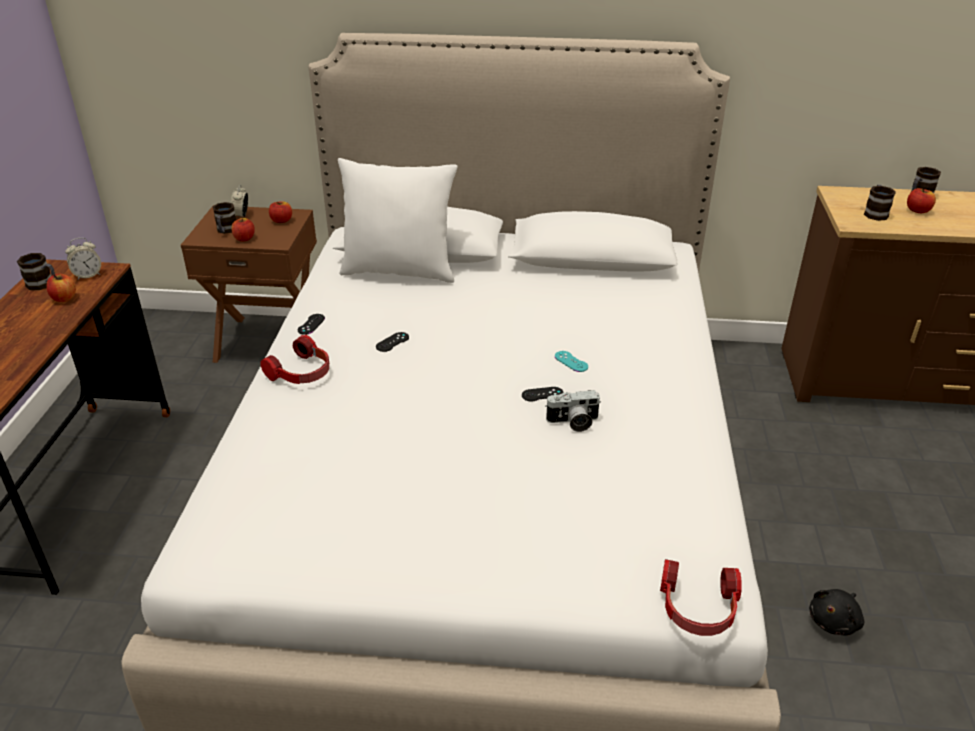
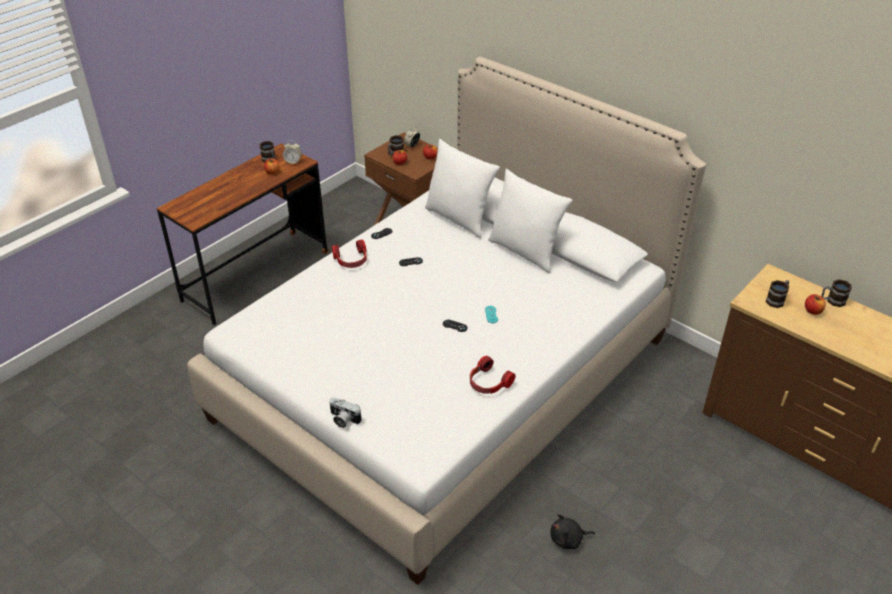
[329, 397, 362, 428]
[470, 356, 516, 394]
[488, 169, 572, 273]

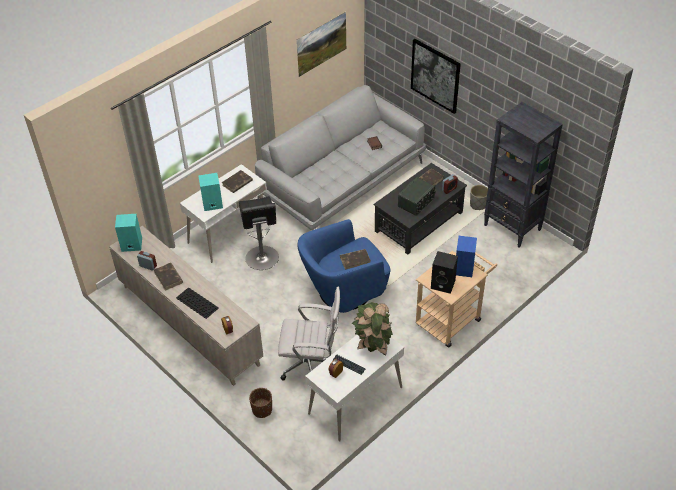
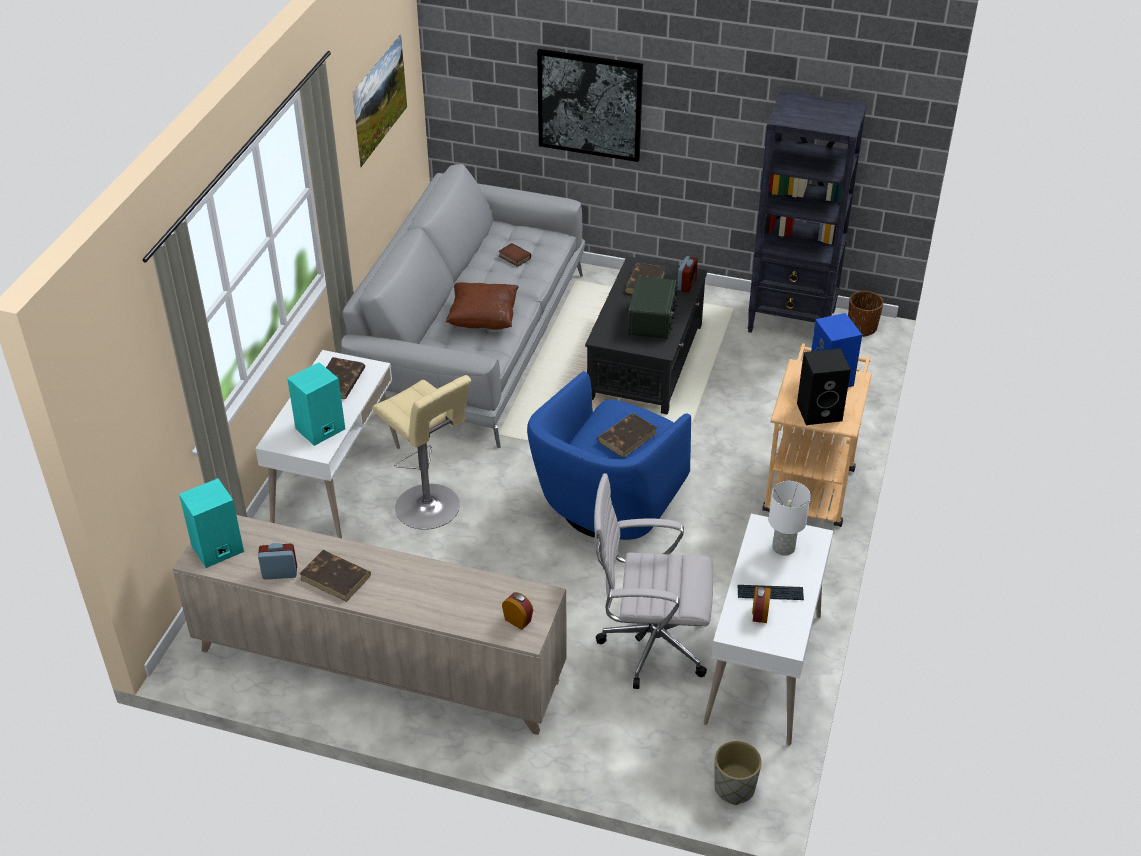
[714, 741, 761, 805]
[372, 375, 471, 530]
[176, 287, 219, 319] (first image)
[594, 473, 713, 689]
[769, 481, 811, 556]
[848, 291, 883, 337]
[446, 282, 518, 329]

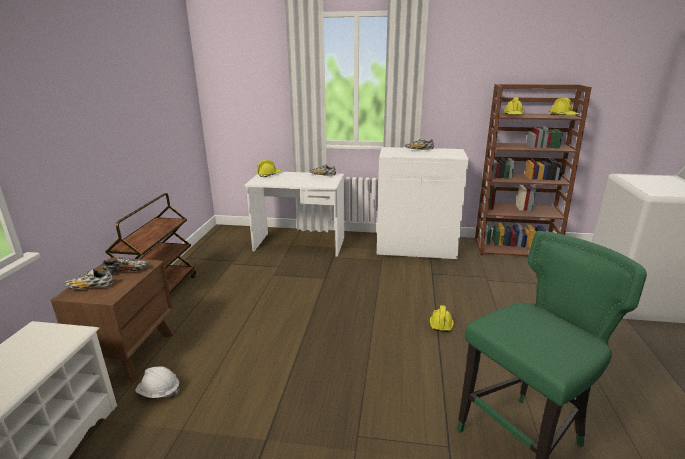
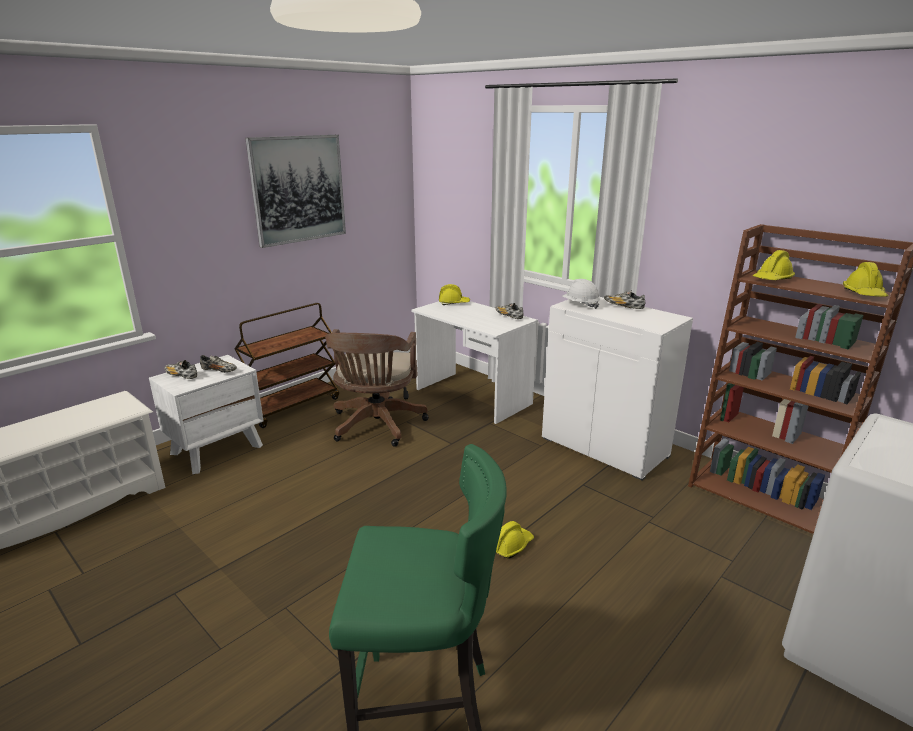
[149, 355, 263, 474]
[562, 279, 600, 309]
[245, 135, 346, 248]
[325, 329, 429, 447]

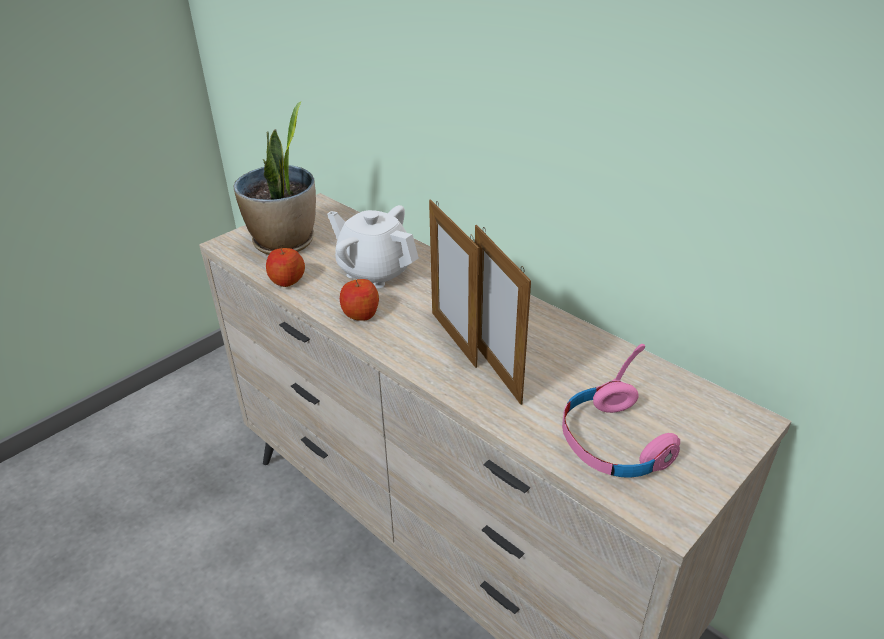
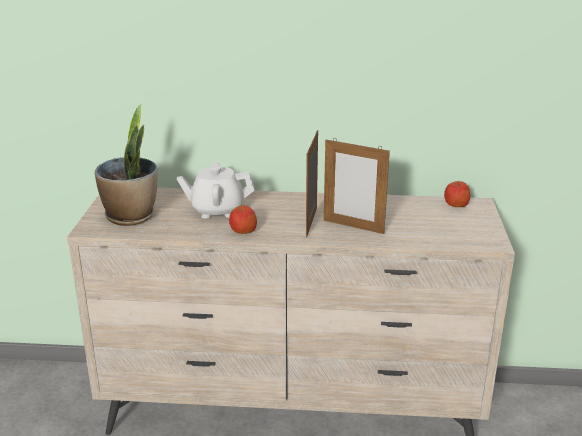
[306, 130, 318, 238]
[444, 181, 470, 207]
[562, 344, 680, 478] (first image)

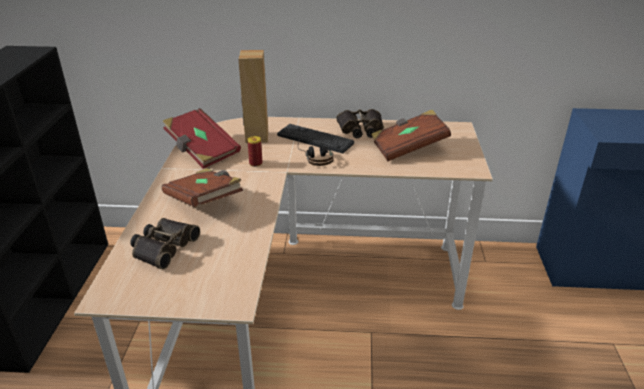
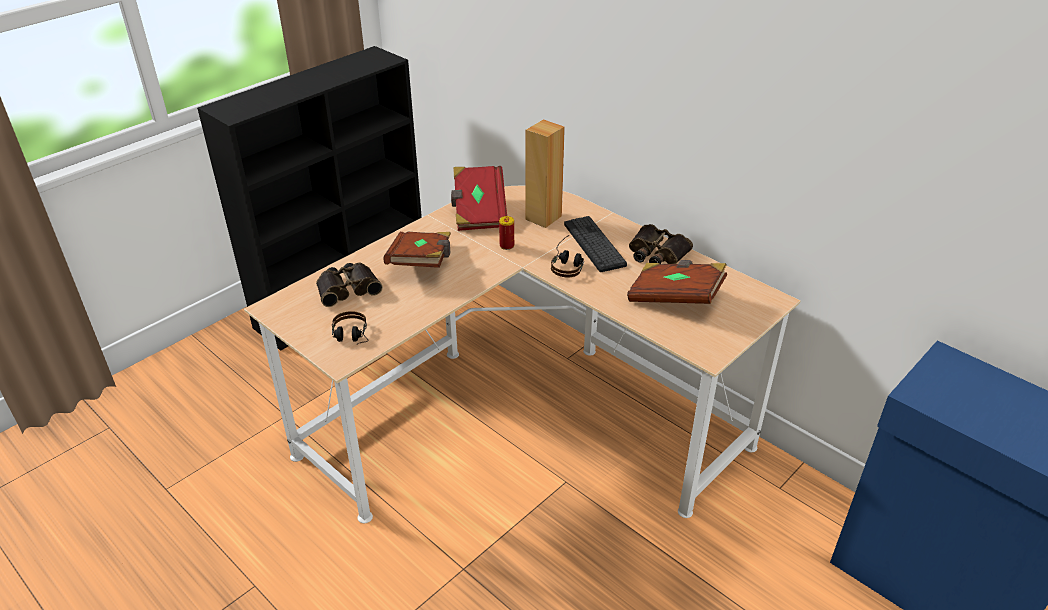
[332, 311, 368, 345]

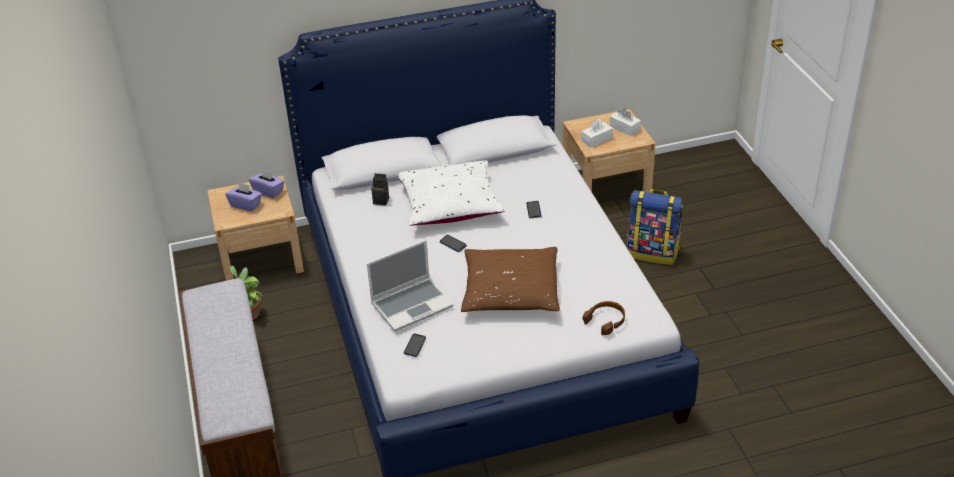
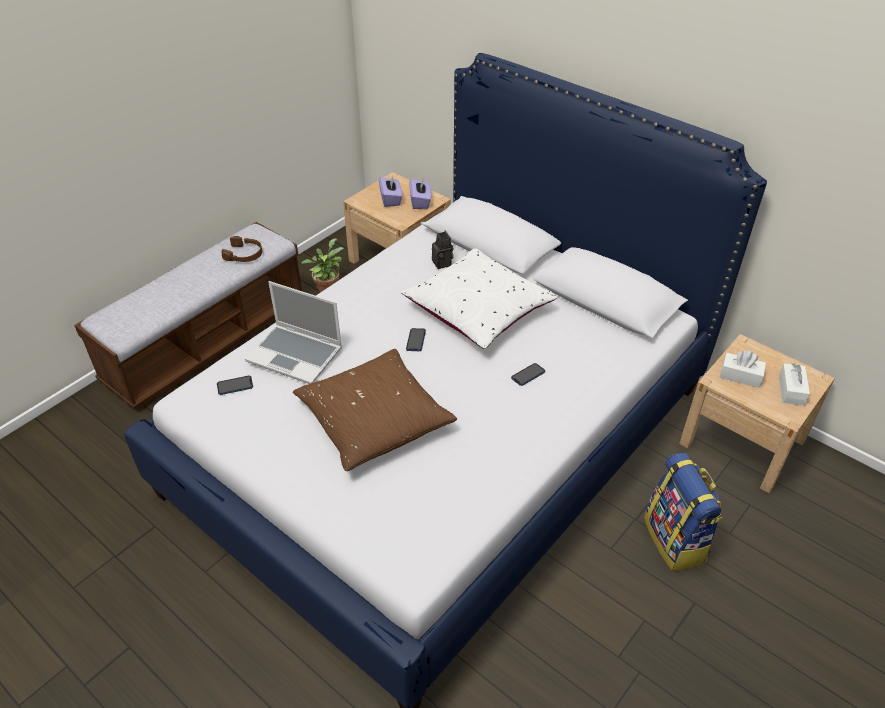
[221, 236, 262, 262]

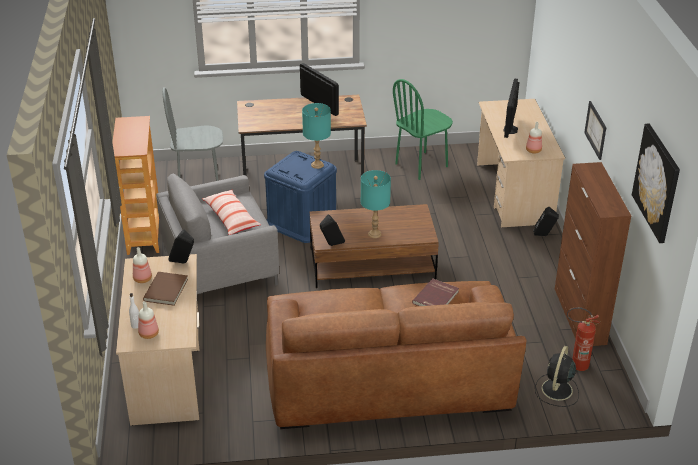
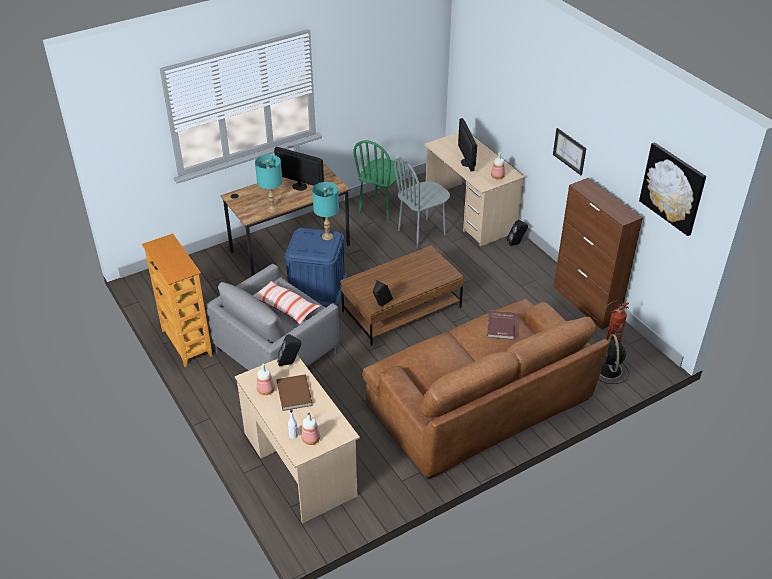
[394, 157, 450, 248]
[255, 154, 283, 213]

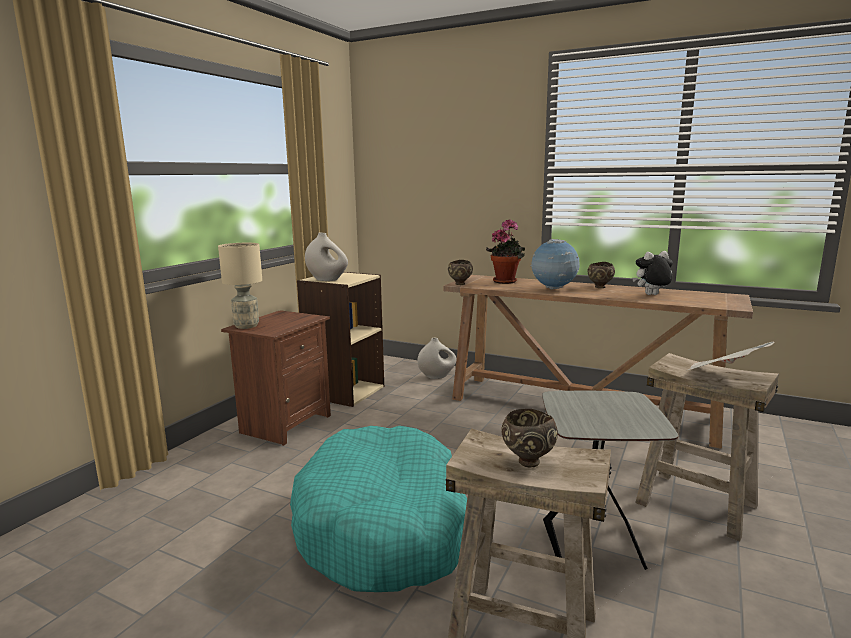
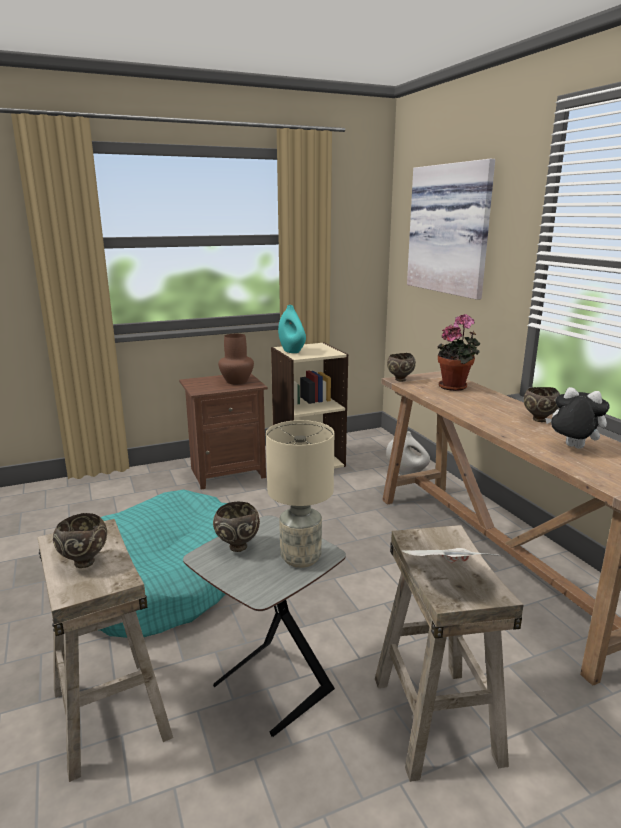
[278, 305, 306, 353]
[530, 239, 580, 290] (first image)
[266, 420, 334, 568]
[407, 159, 495, 300]
[218, 334, 254, 384]
[213, 502, 260, 552]

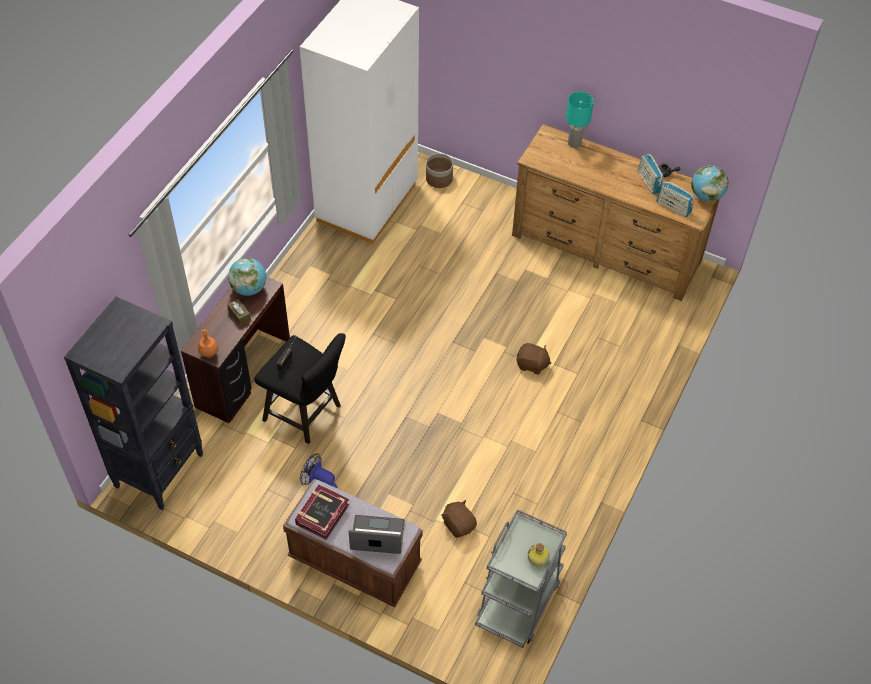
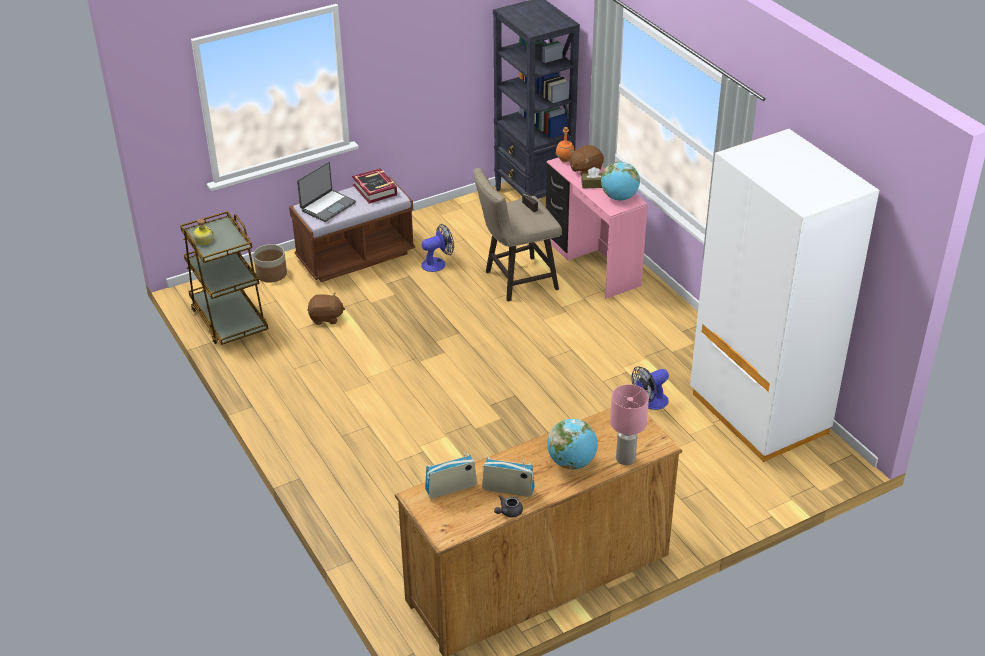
[610, 384, 649, 465]
[253, 244, 287, 283]
[547, 419, 598, 470]
[546, 158, 648, 299]
[473, 168, 562, 301]
[570, 145, 604, 176]
[180, 211, 268, 345]
[631, 366, 669, 410]

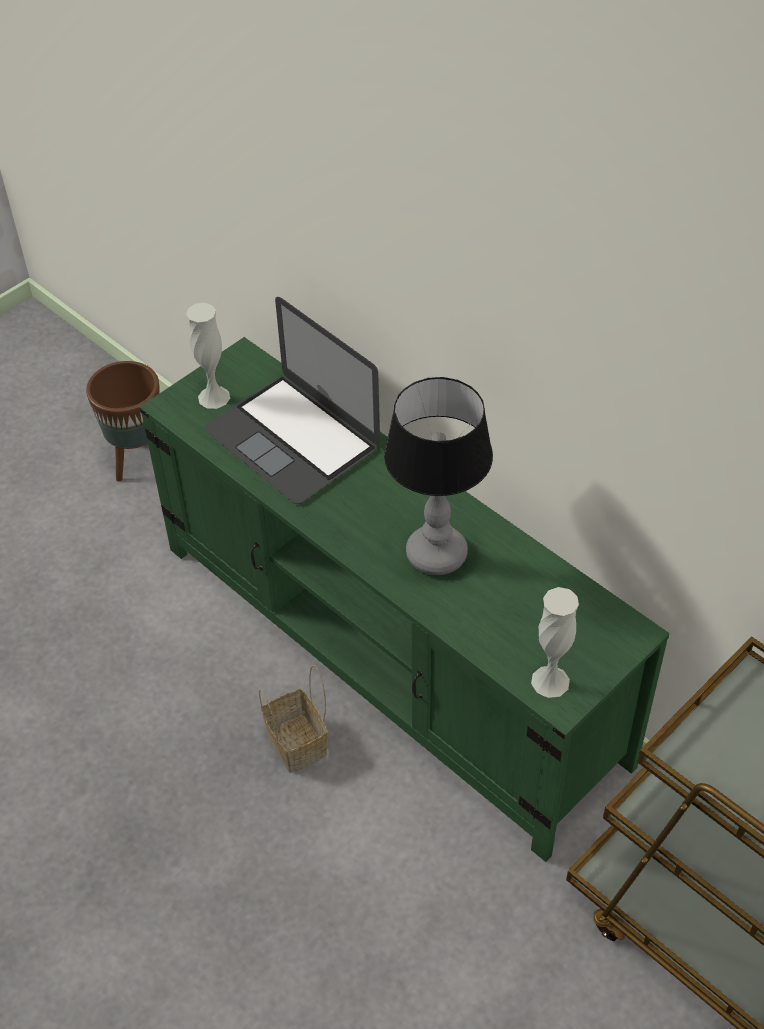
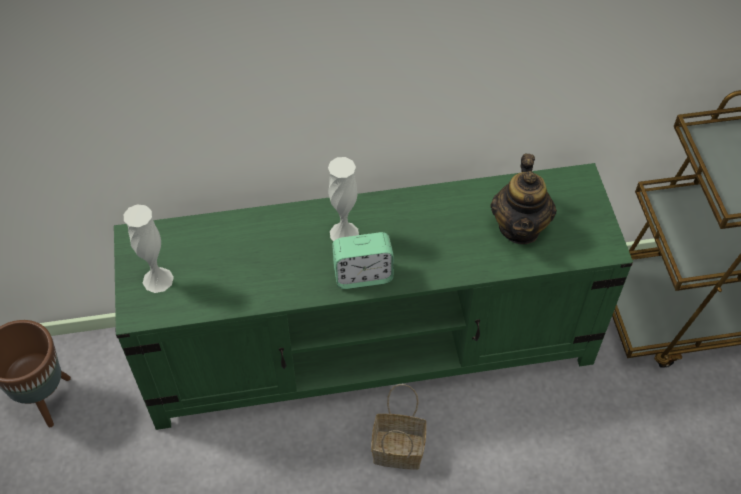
[204, 297, 380, 504] (first image)
[384, 377, 493, 575] (first image)
[328, 157, 359, 241]
[490, 153, 557, 244]
[332, 232, 394, 289]

